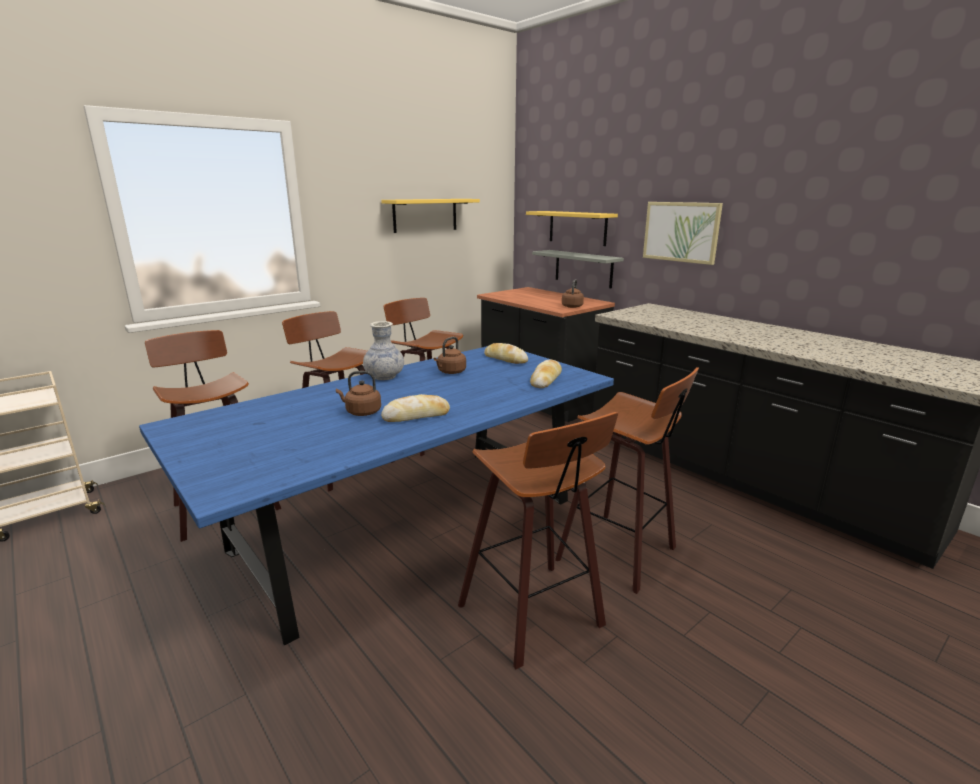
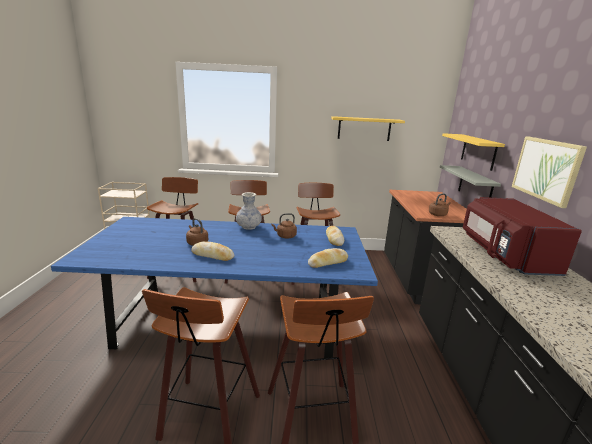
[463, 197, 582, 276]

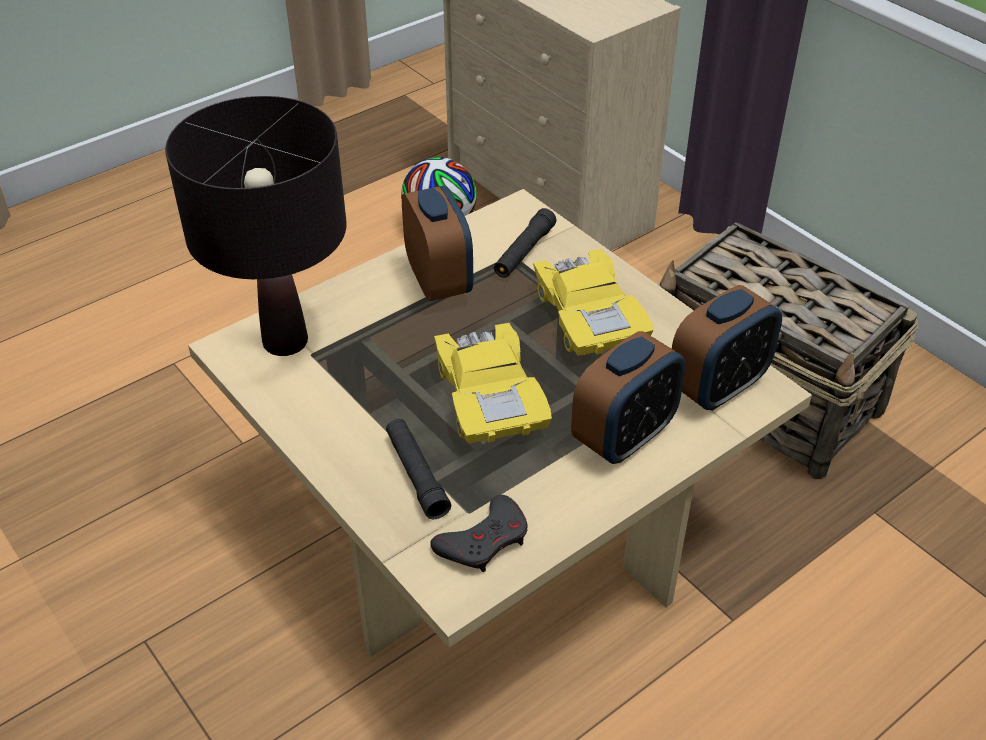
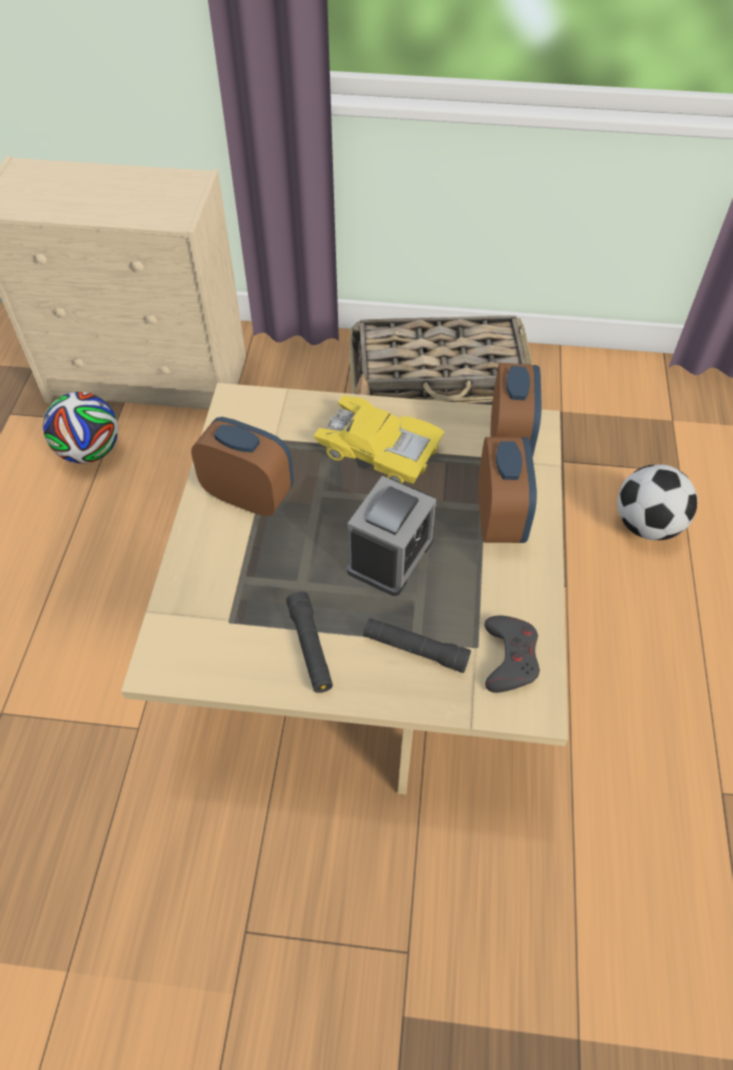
[165, 96, 346, 356] (first image)
[286, 591, 333, 693]
[347, 476, 436, 596]
[617, 464, 698, 540]

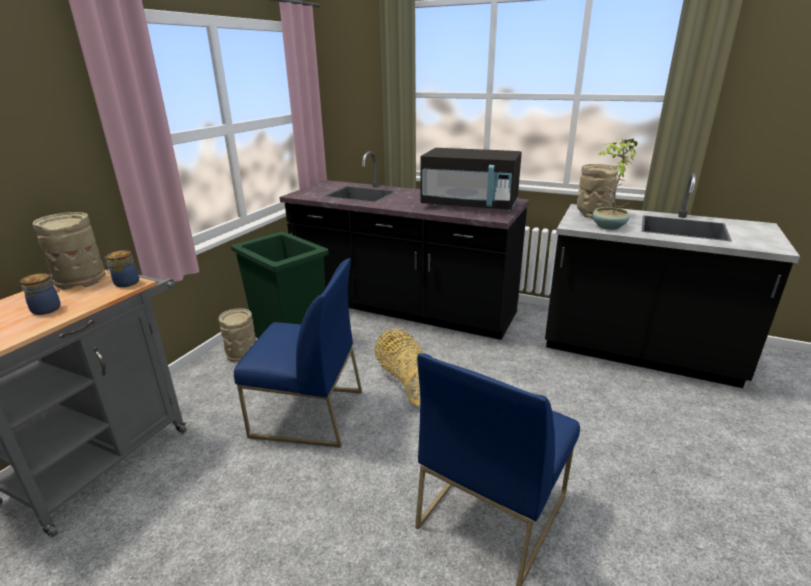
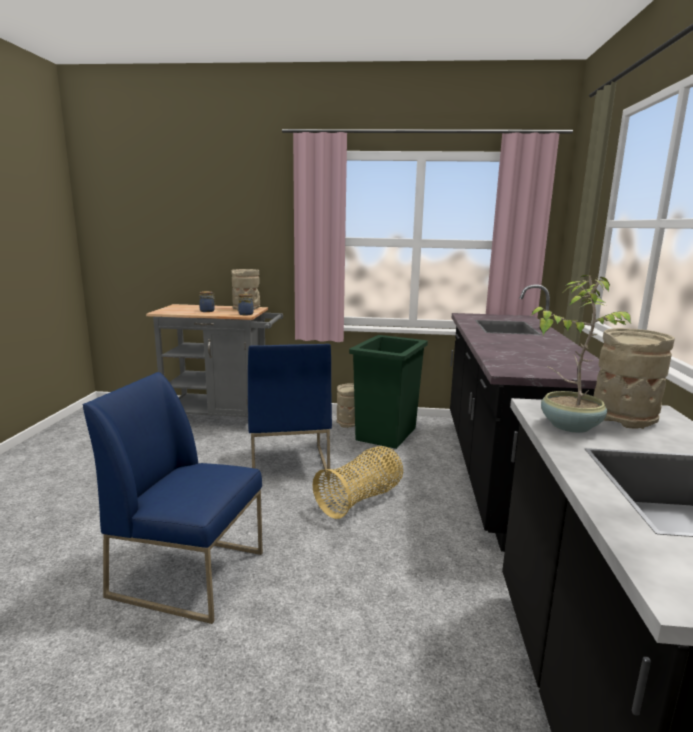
[420, 148, 522, 211] (first image)

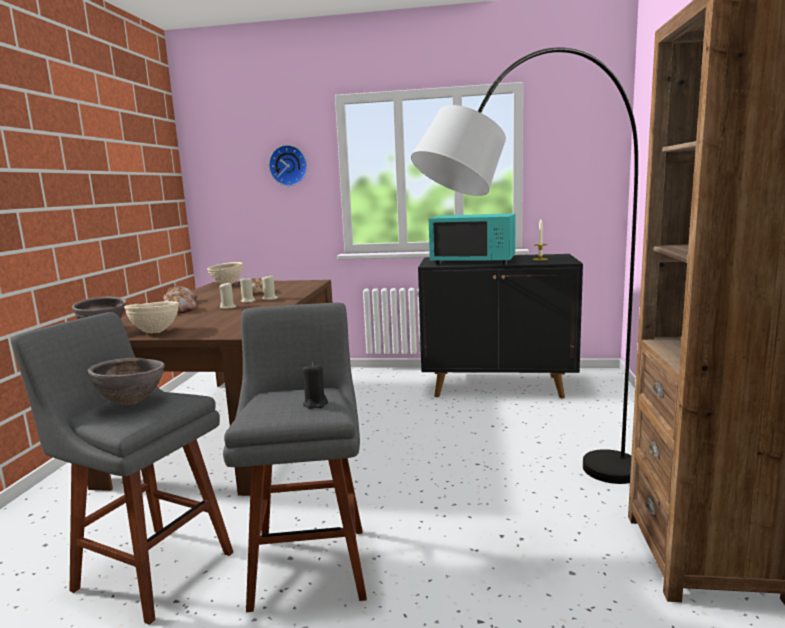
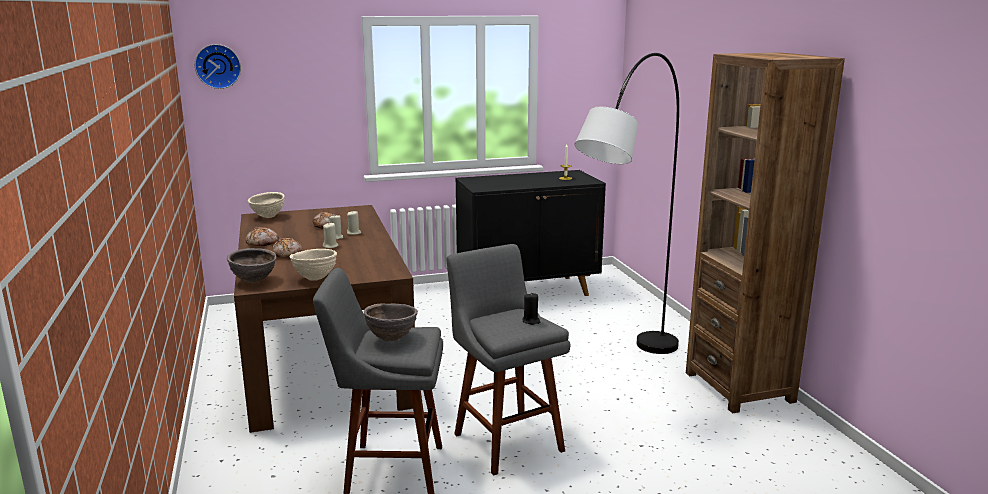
[195, 44, 241, 89]
[429, 213, 515, 264] (first image)

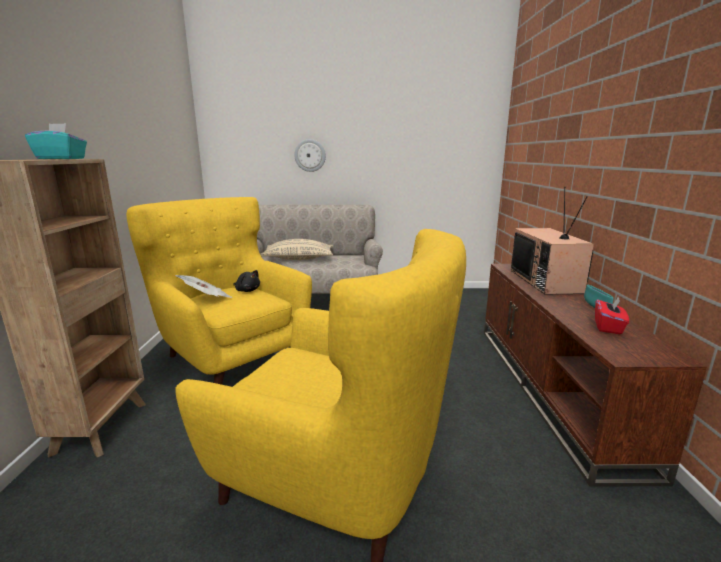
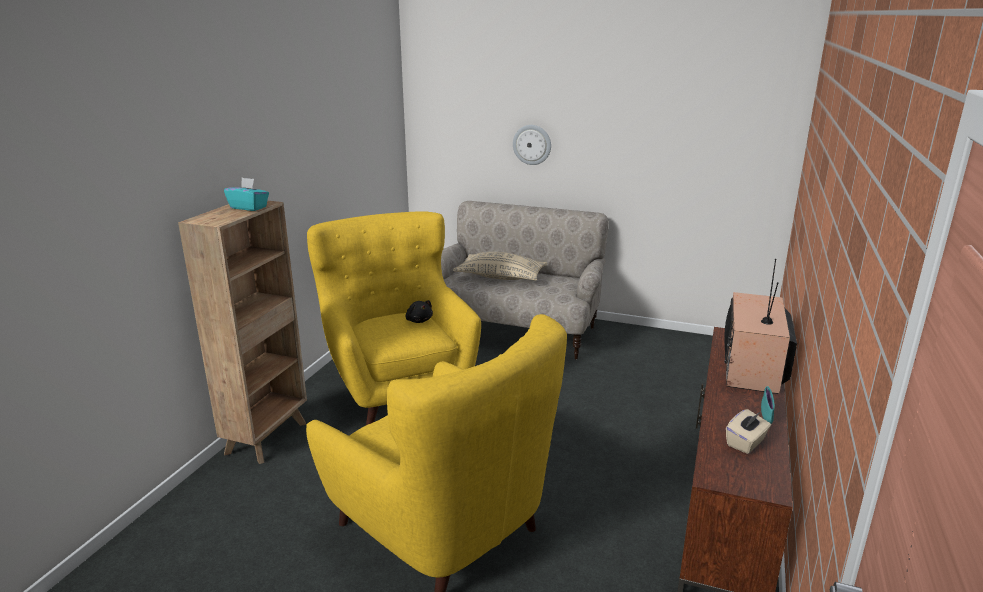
[175, 275, 233, 298] (first image)
[726, 409, 771, 454]

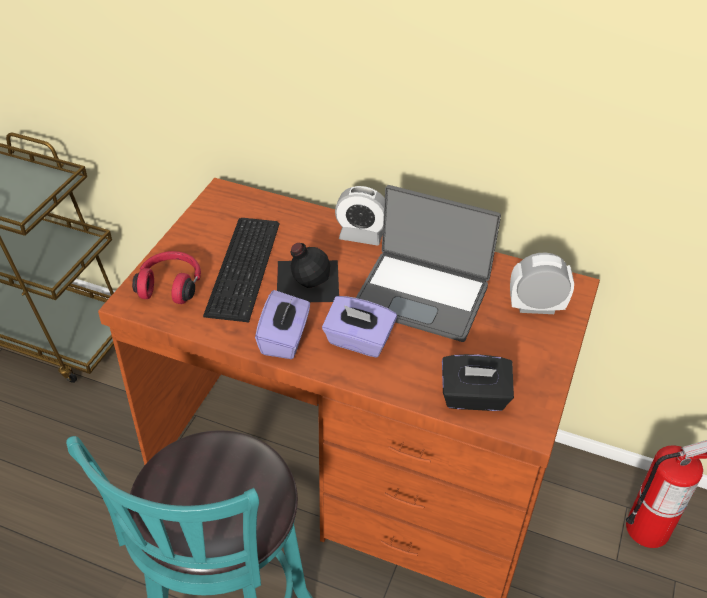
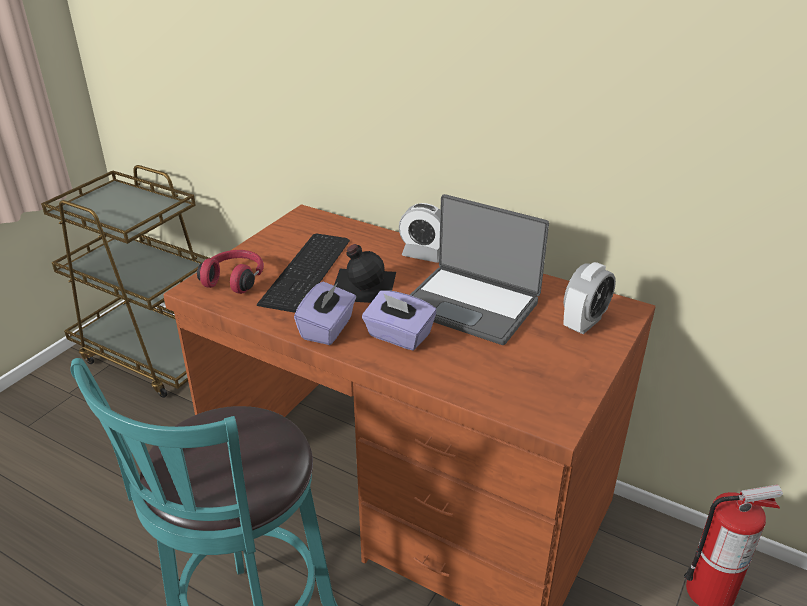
[564, 262, 616, 334]
[442, 354, 514, 411] (first image)

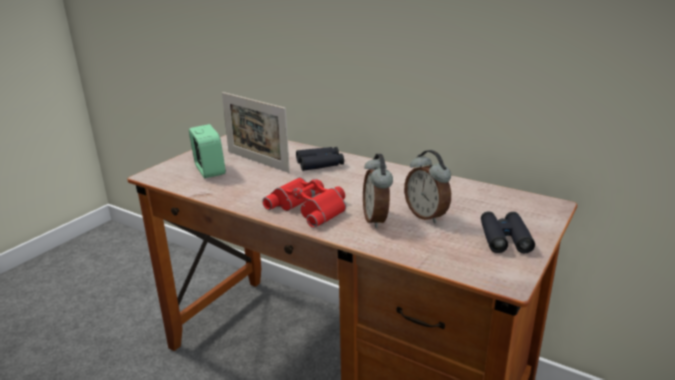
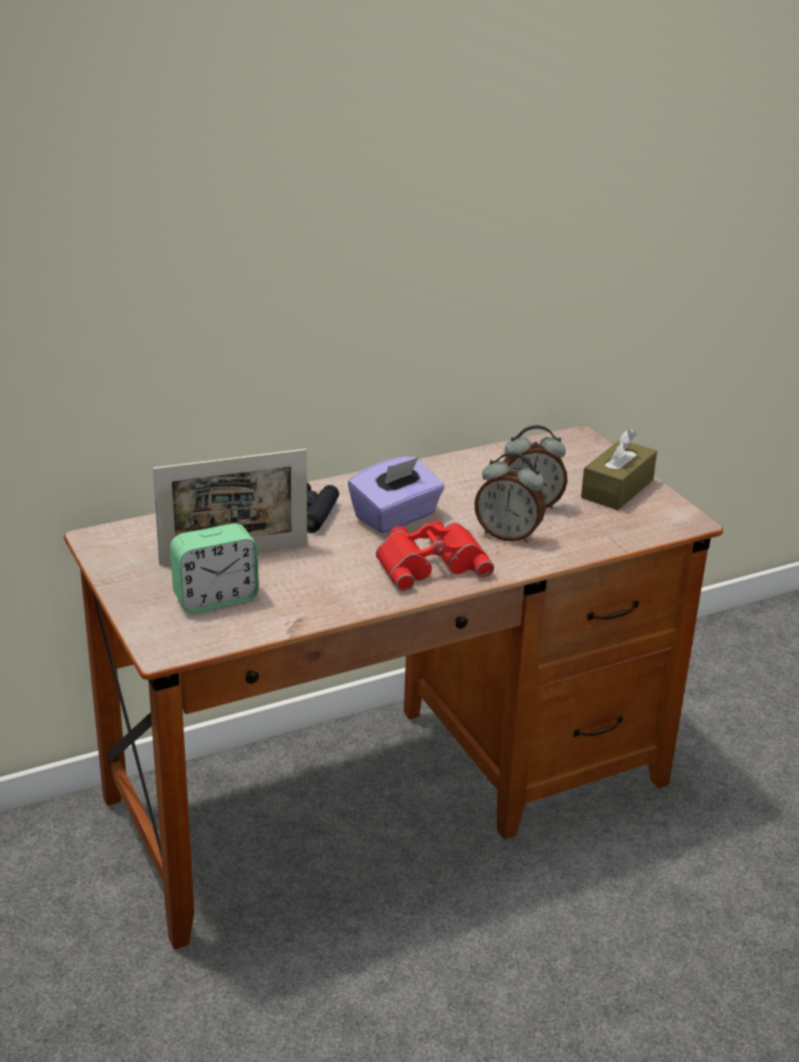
[170, 523, 259, 613]
[581, 429, 657, 510]
[348, 456, 445, 534]

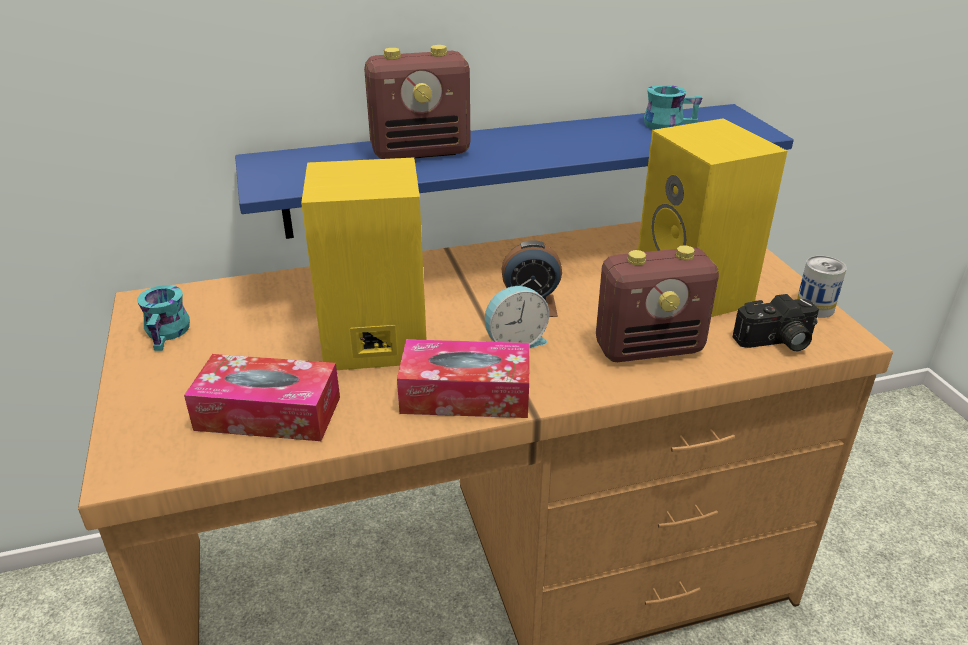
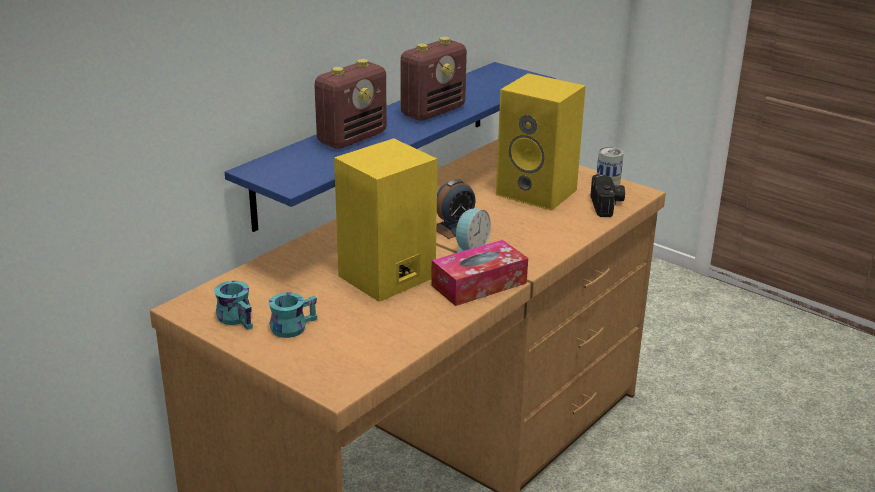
[269, 292, 317, 338]
[400, 37, 467, 121]
[590, 174, 625, 217]
[184, 354, 340, 441] (first image)

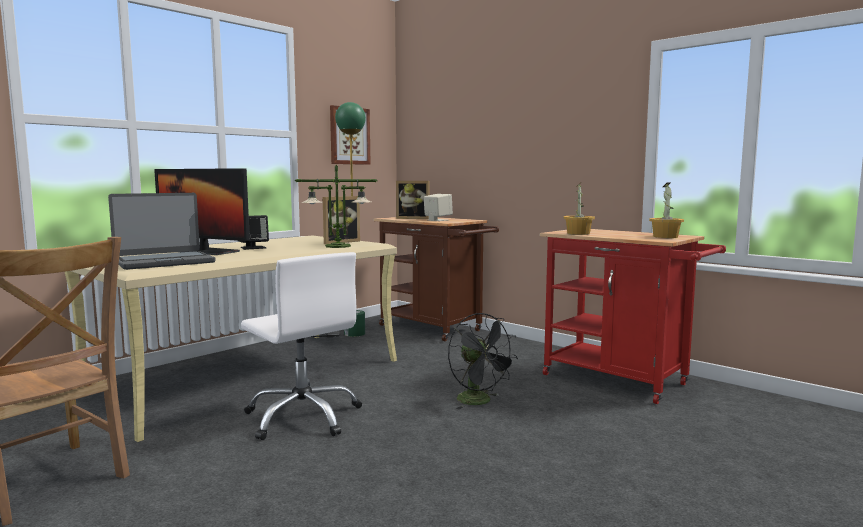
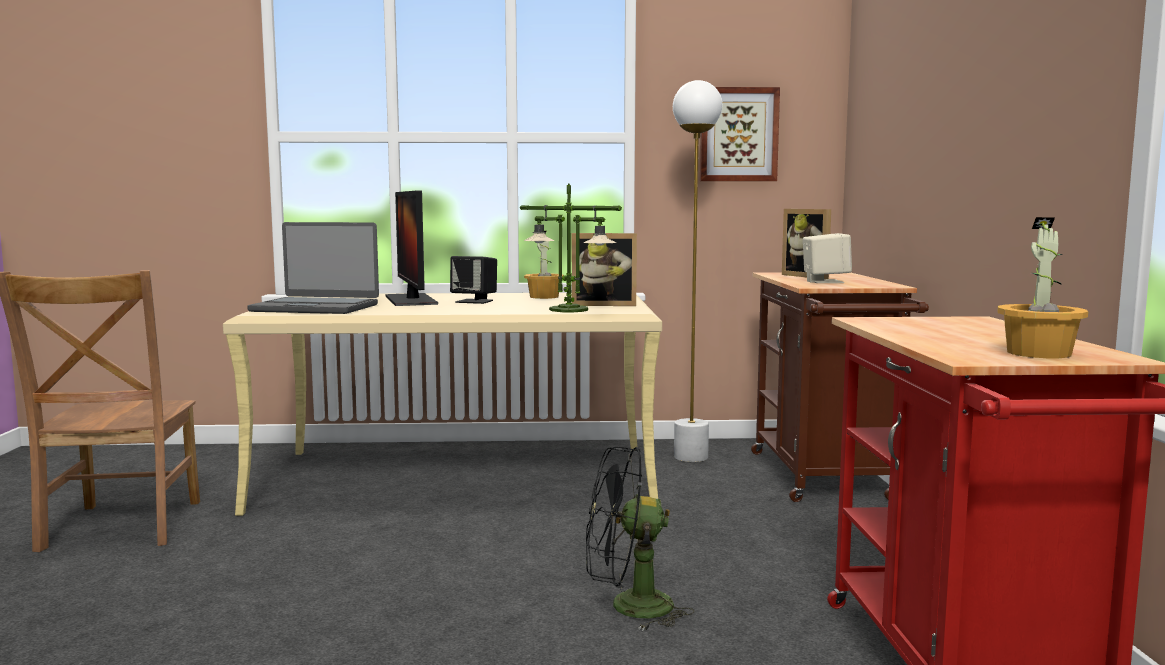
[673, 80, 722, 462]
[524, 231, 563, 299]
[241, 252, 362, 440] (first image)
[586, 447, 694, 631]

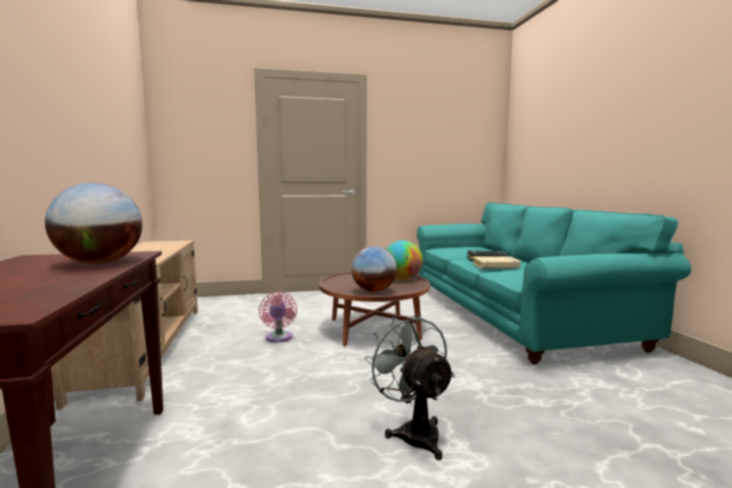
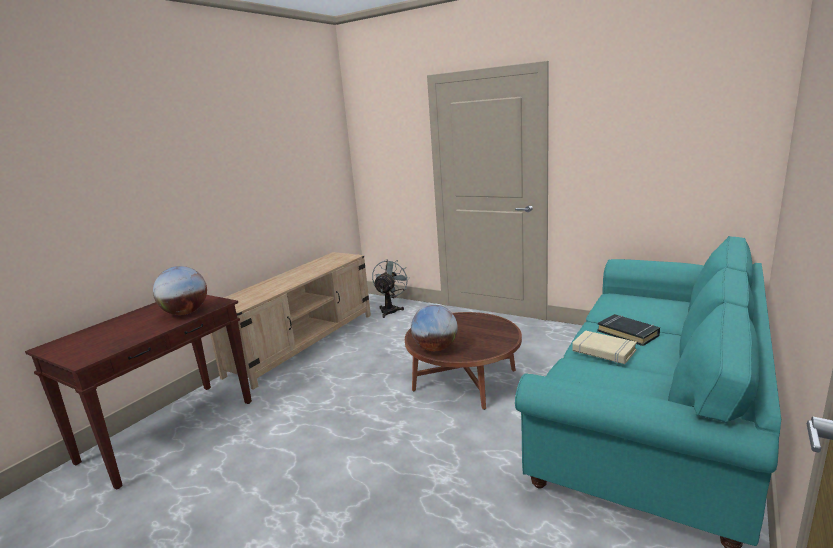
[386, 240, 423, 280] (first image)
[259, 292, 297, 342] (first image)
[372, 259, 410, 318]

